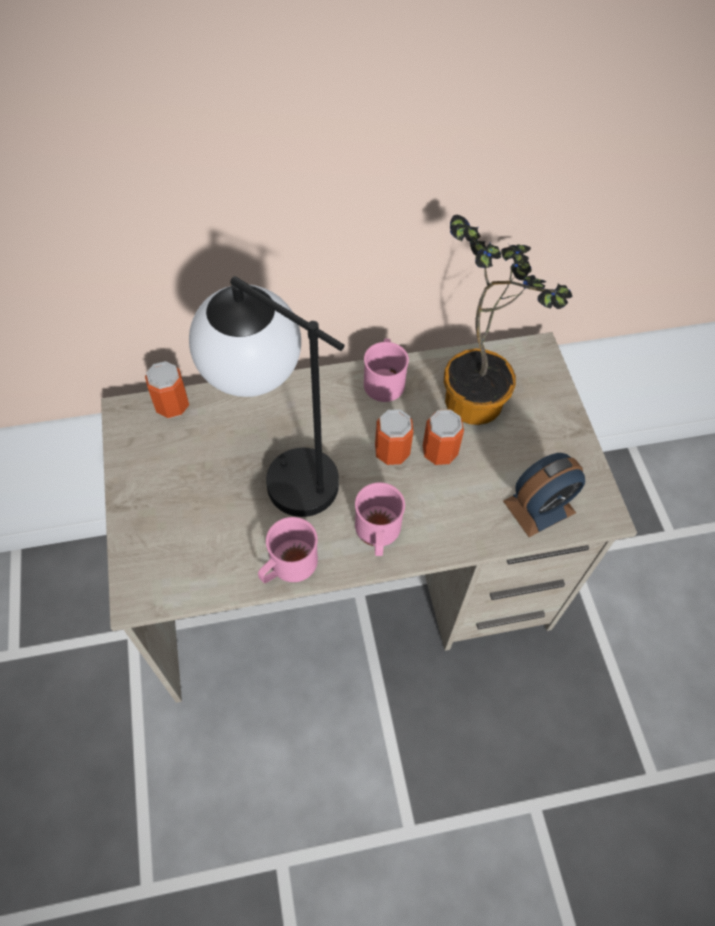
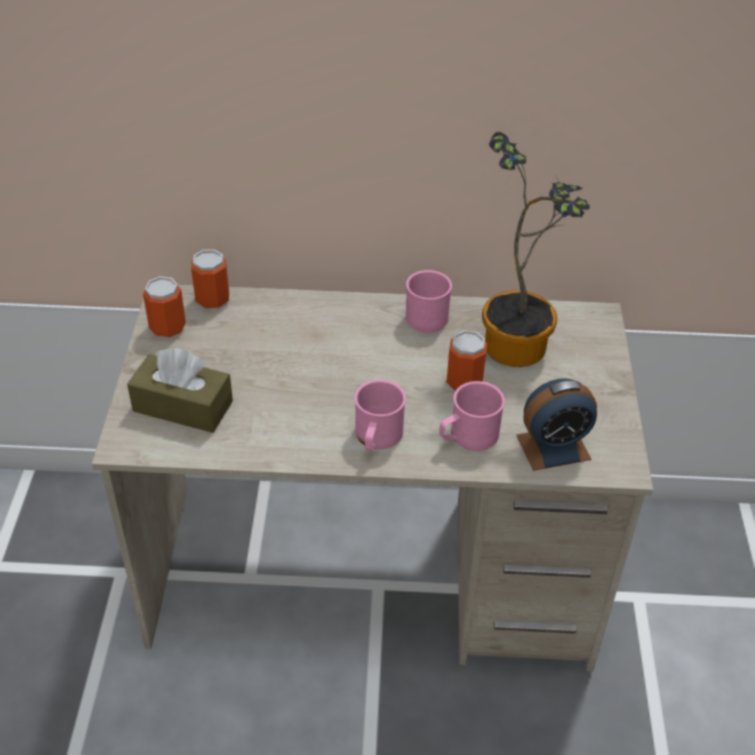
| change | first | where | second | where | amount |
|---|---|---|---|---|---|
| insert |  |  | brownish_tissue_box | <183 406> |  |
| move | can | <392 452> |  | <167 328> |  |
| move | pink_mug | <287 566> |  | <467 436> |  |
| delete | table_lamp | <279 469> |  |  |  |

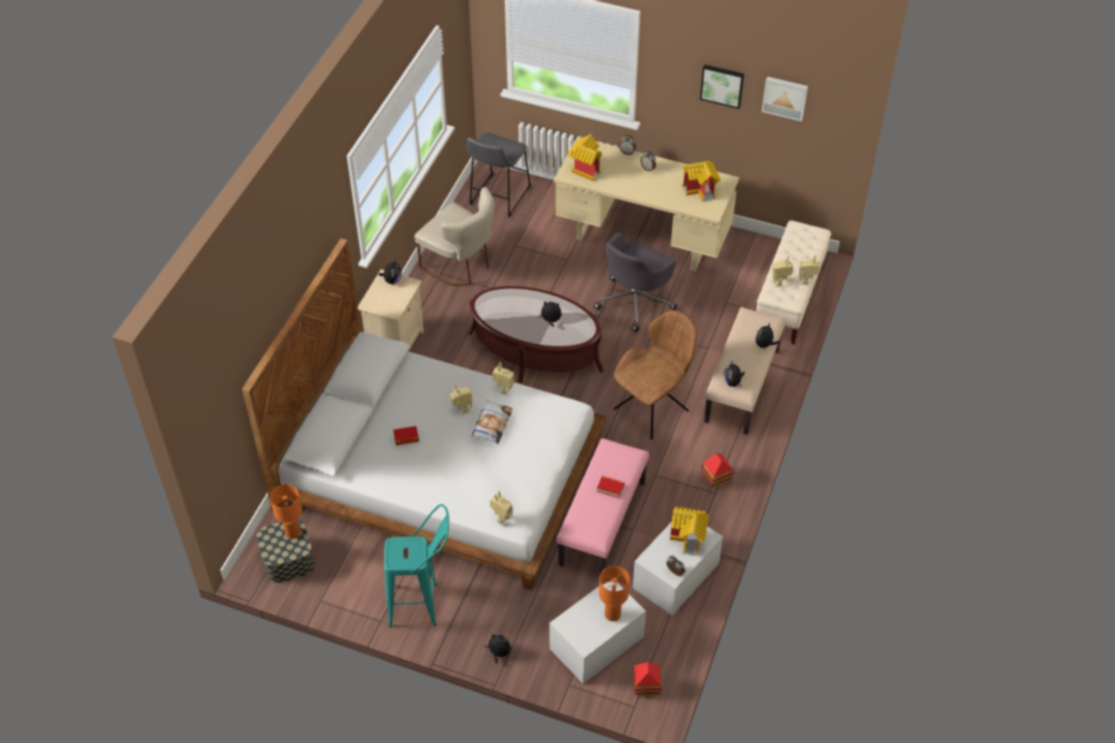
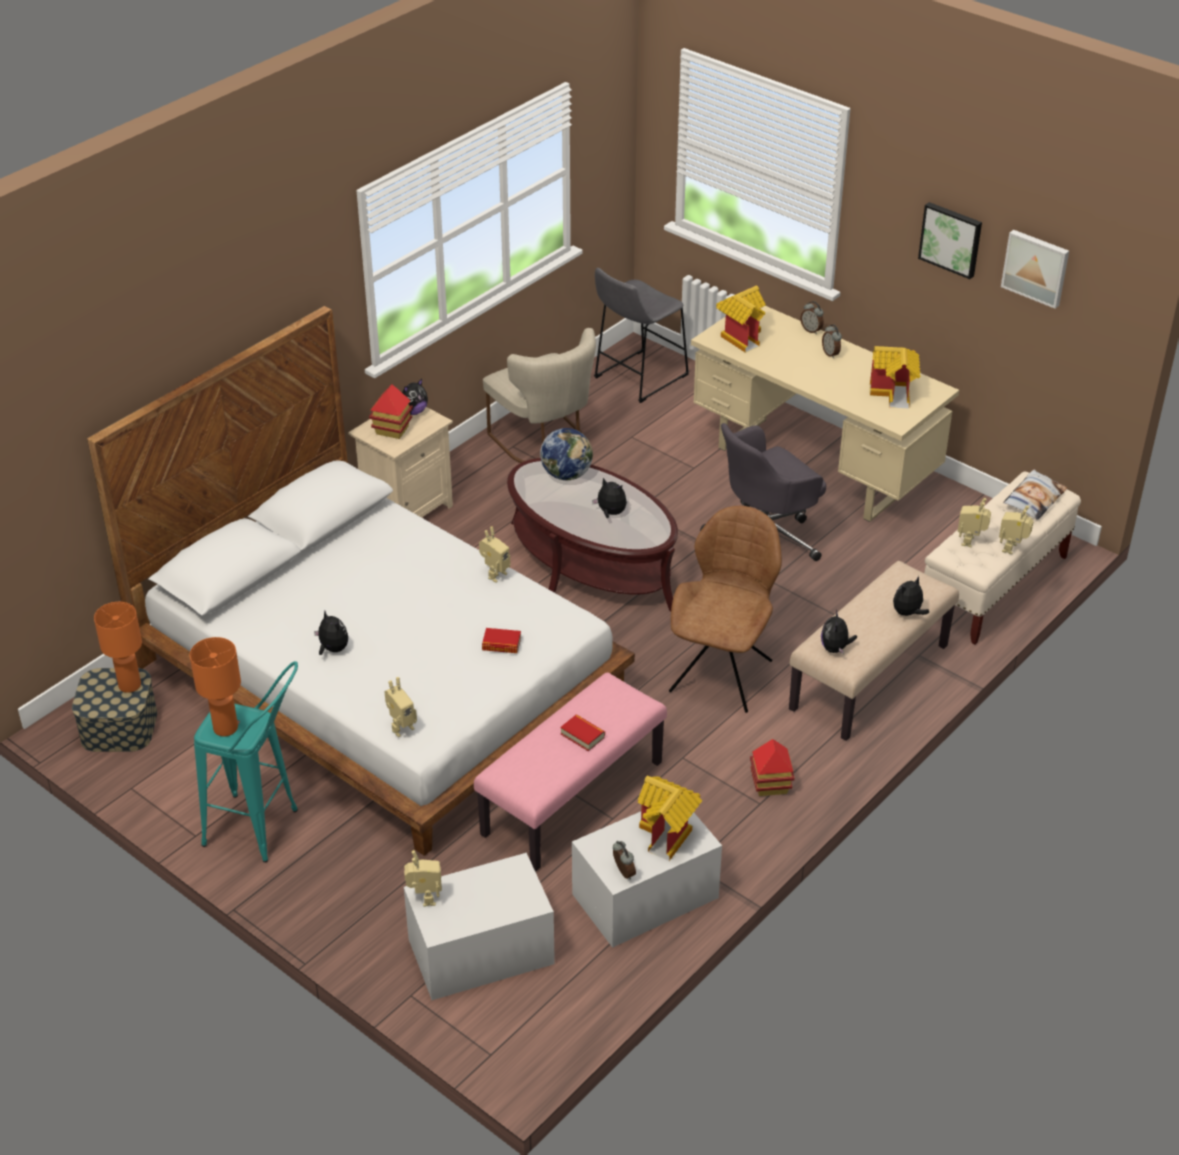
| change | first | where | second | where | amount |
|---|---|---|---|---|---|
| move | orangey_table_lamp | <612 614> |  | <225 728> |  |
| move | soft_toy | <498 653> |  | <332 649> |  |
| move | miniature_house | <646 687> |  | <392 430> |  |
| move | model_robot | <462 409> |  | <424 898> |  |
| move | book | <406 438> |  | <501 644> |  |
| insert |  |  | desk_globe | <567 474> |  |
| rotate | brownish_plain_chair | <653 408> |  | <722 673> | 45 degrees counterclockwise |
| move | cushion | <491 424> |  | <1034 499> |  |

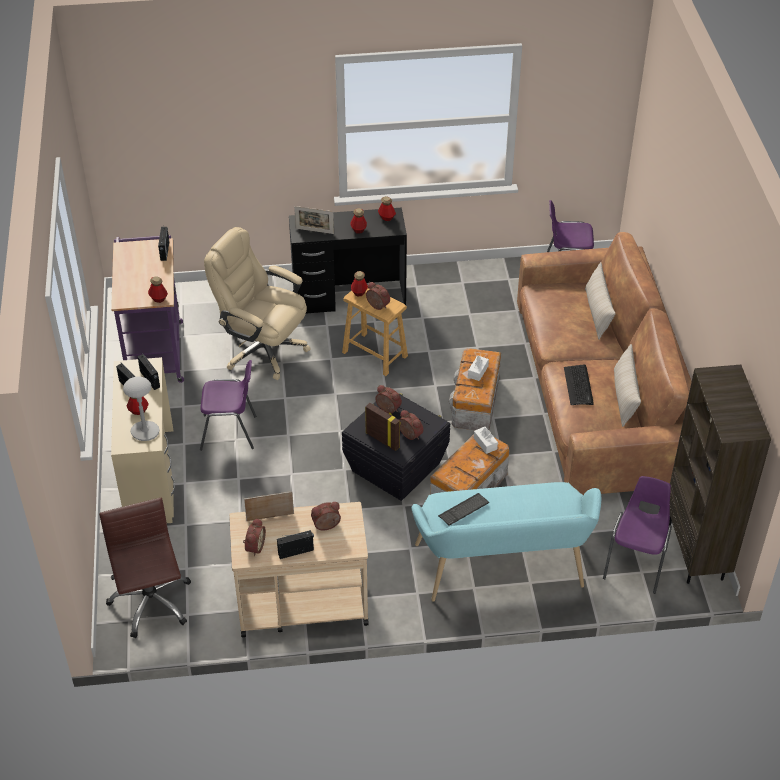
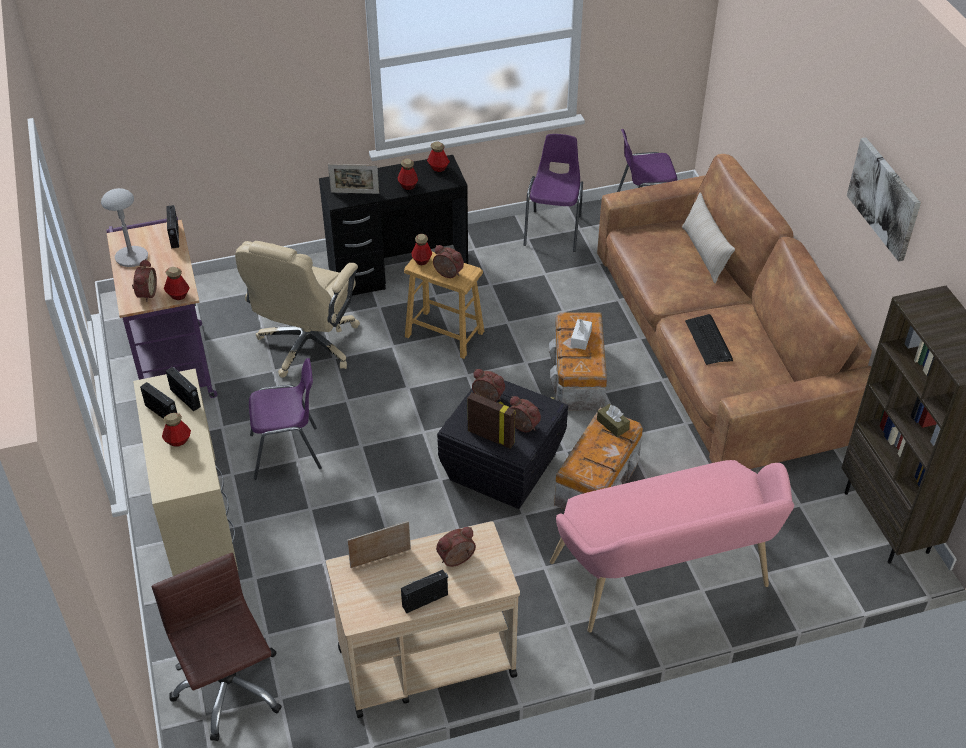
| change | first | where | second | where | amount |
|---|---|---|---|---|---|
| move | greyish_table_lamp | <145 432> |  | <131 258> |  |
| move | bedside_clock | <254 547> |  | <145 293> |  |
| rotate | beige_computer_chair | <263 349> |  | <307 345> | 90 degrees counterclockwise |
| move | purplish_plain_chair | <636 563> |  | <554 229> |  |
| recolor | turquoise-coloured_bench | <502 571> | pink_bench | <665 581> |  |
| recolor | white-coloured_tissue_box | <485 443> | brownish_tissue_box | <612 424> |  |
| insert |  |  | picture | <884 198> |  |
| delete | keyboard | <463 510> |  |  |  |
| delete | beige_cushion | <624 398> |  |  |  |

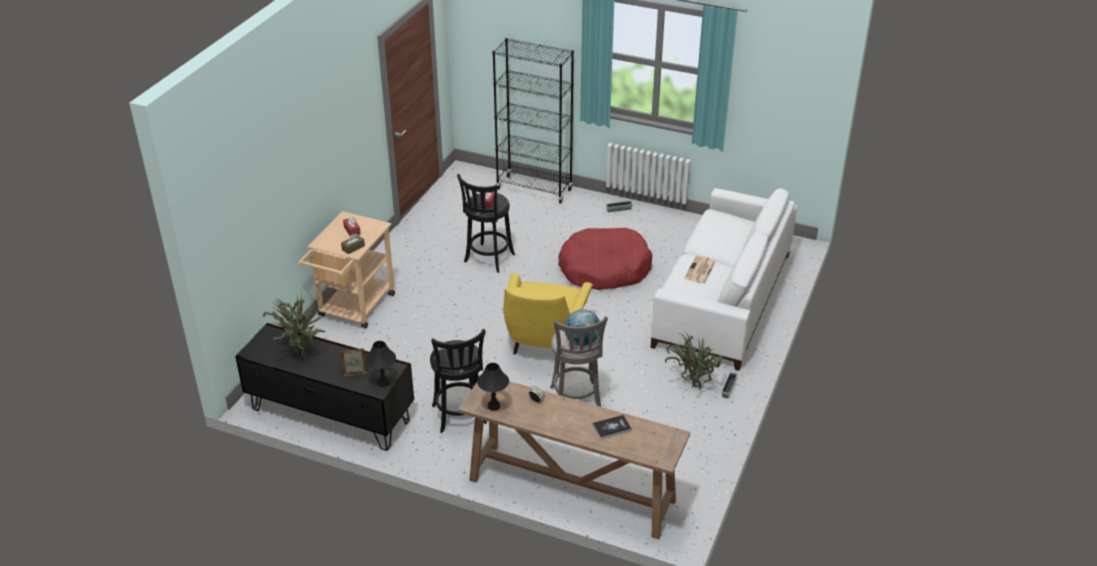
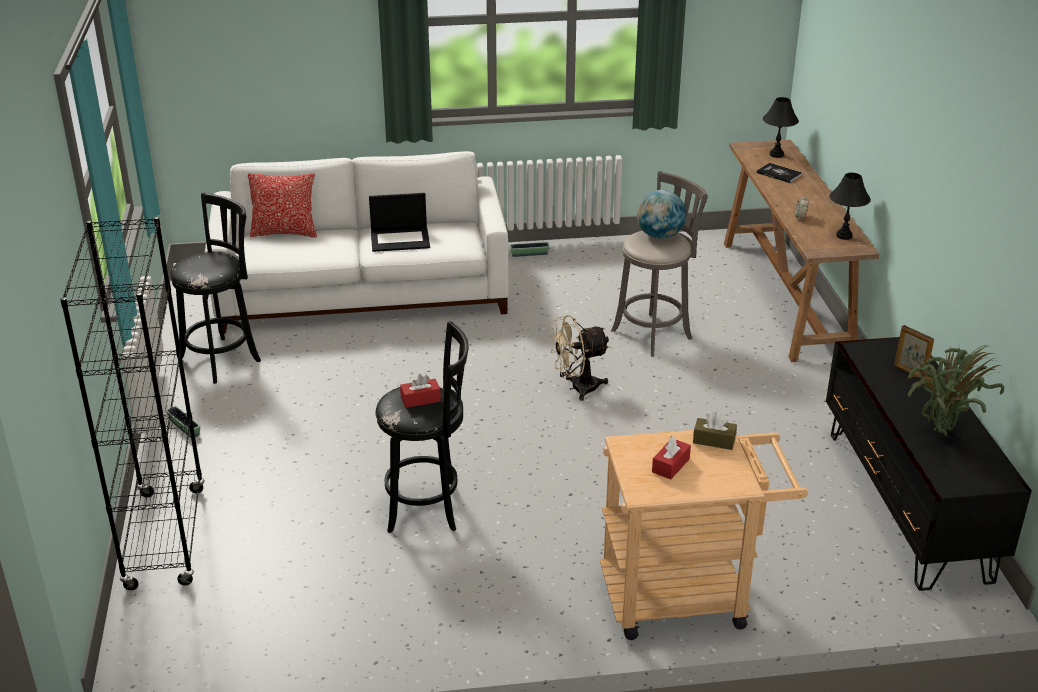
| change | first | where | second | where | amount |
|---|---|---|---|---|---|
| move | black_stool | <460 416> |  | <223 358> |  |
| insert |  |  | cushion | <285 233> |  |
| replace | daily_paper | <700 270> | laptop | <400 240> |  |
| replace | yellowish_armchair | <543 343> | beige_cooling_fan | <577 388> |  |
| move | black_table_lamp | <383 382> |  | <776 154> |  |
| delete | red_pet_bed | <604 269> |  |  |  |
| delete | potted_plant | <693 384> |  |  |  |

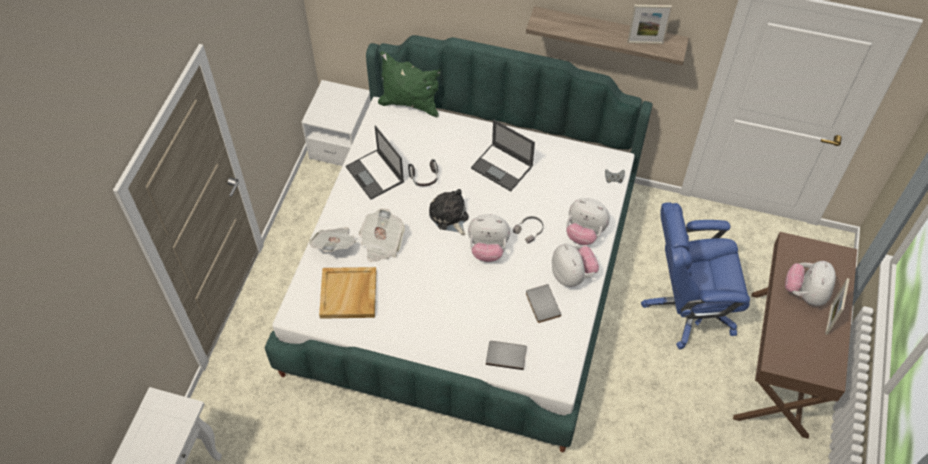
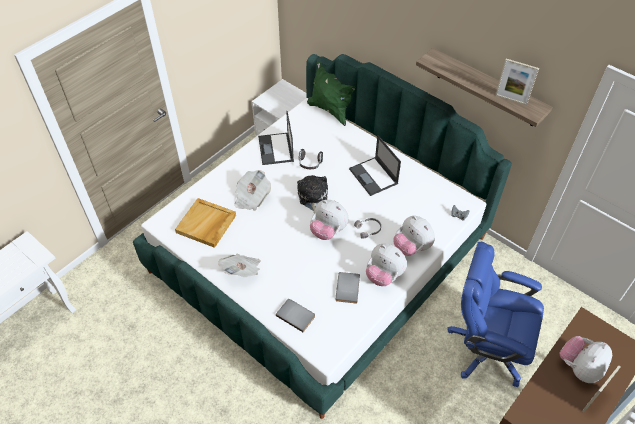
| change | first | where | second | where | amount |
|---|---|---|---|---|---|
| move | daily_paper | <335 245> |  | <242 271> |  |
| rotate | soft_toy | <572 275> |  | <384 275> | 120 degrees clockwise |

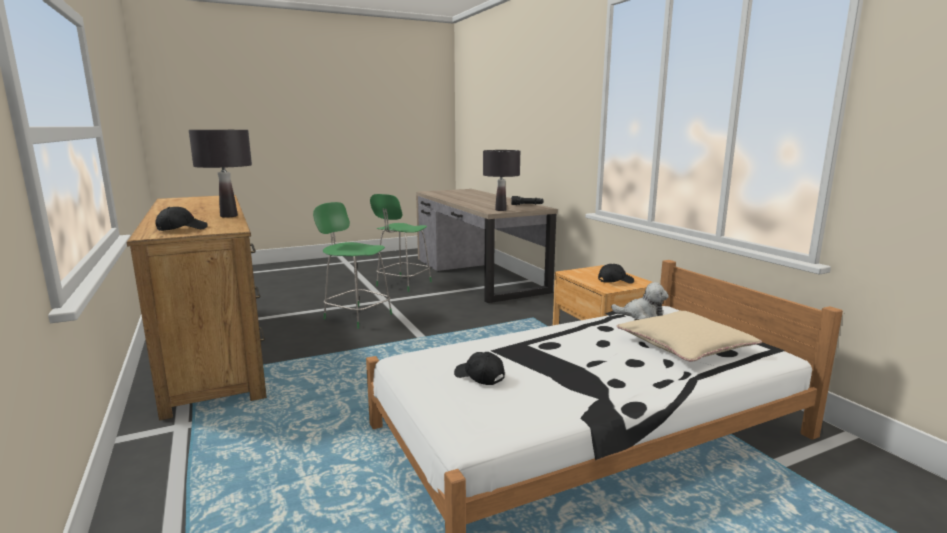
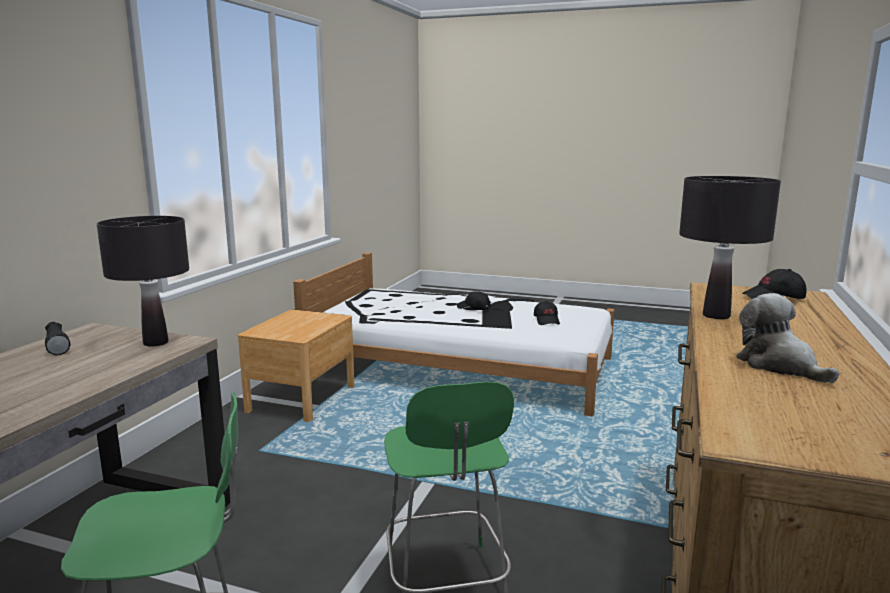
| change | first | where | second | where | amount |
|---|---|---|---|---|---|
| move | black_peaked_cap | <615 281> |  | <473 308> |  |
| move | soft_toy | <642 315> |  | <779 366> |  |
| delete | beige_cushion | <685 345> |  |  |  |

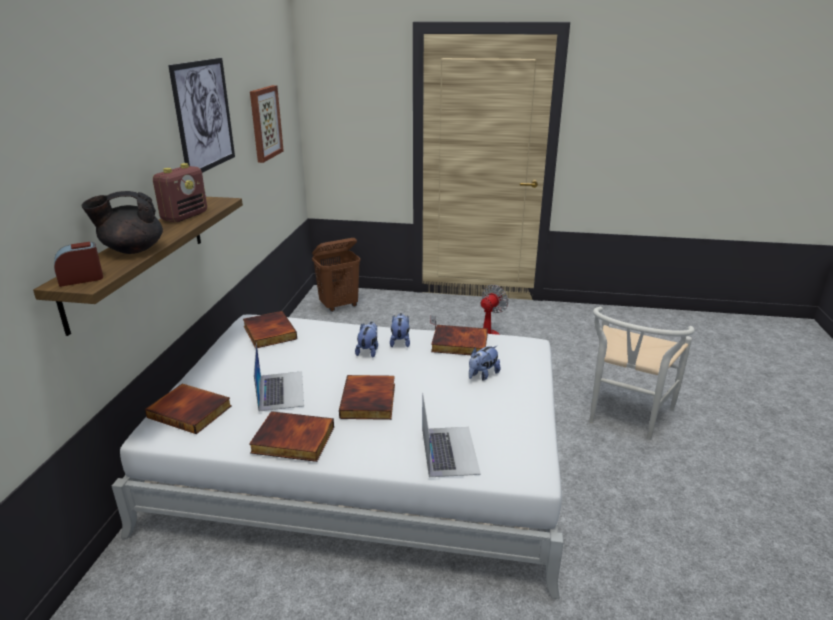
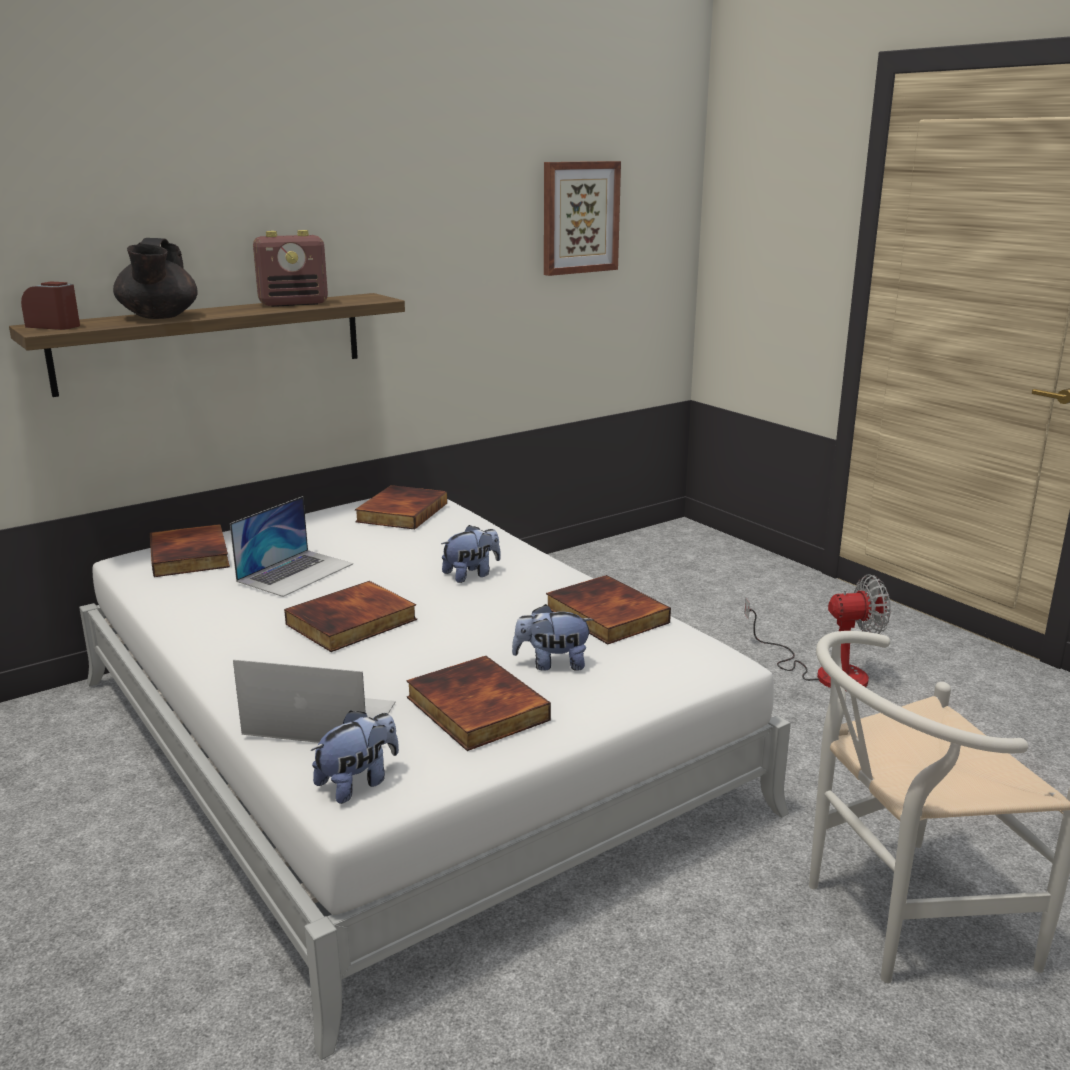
| change | first | where | second | where | amount |
|---|---|---|---|---|---|
| rotate | black_tea_pot | <132 250> |  | <159 317> | 120 degrees counterclockwise |
| rotate | laptop | <449 450> |  | <319 718> | 120 degrees counterclockwise |
| move | soft_toy | <400 341> |  | <358 783> |  |
| move | book | <292 440> |  | <474 709> |  |
| delete | picture | <204 116> |  |  |  |
| delete | brownish_hamper | <339 306> |  |  |  |

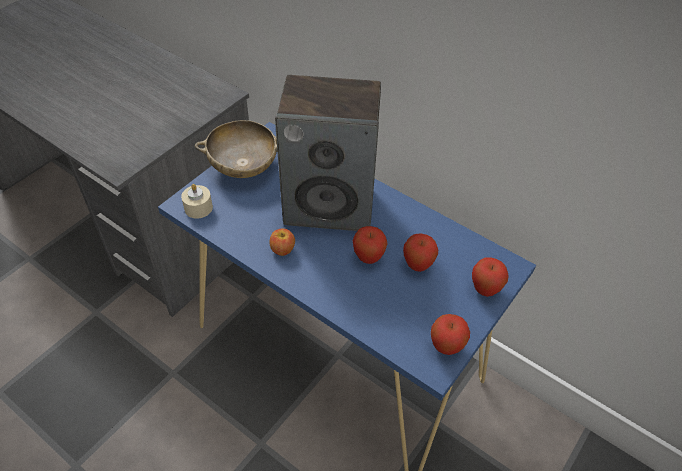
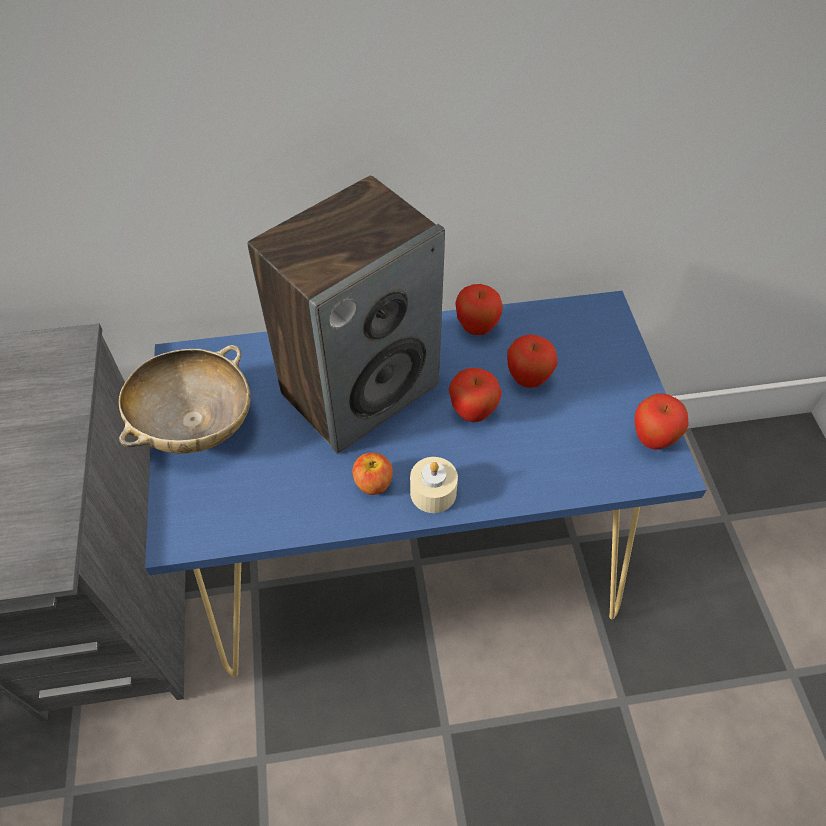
| change | first | where | second | where | amount |
|---|---|---|---|---|---|
| move | beige_wax_candle | <198 208> |  | <433 492> |  |
| move | apple | <485 289> |  | <476 328> |  |

